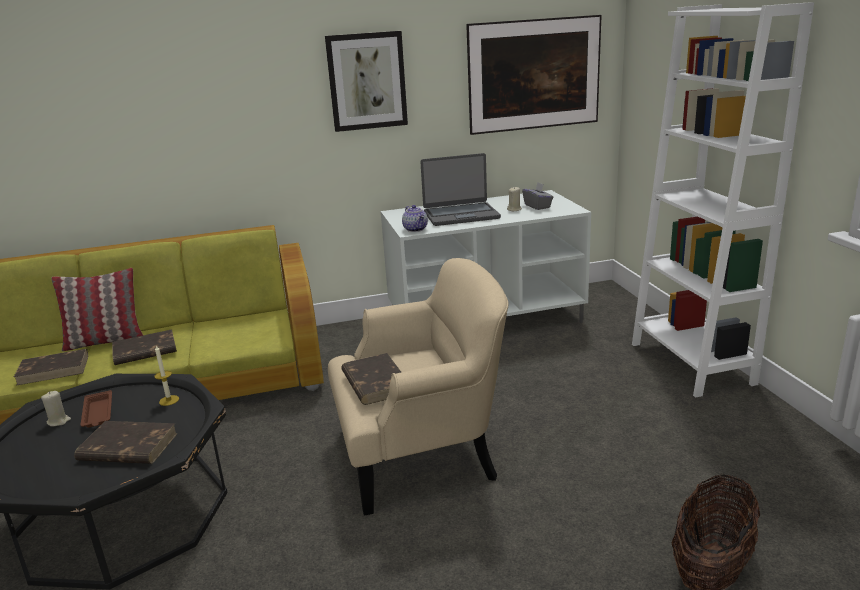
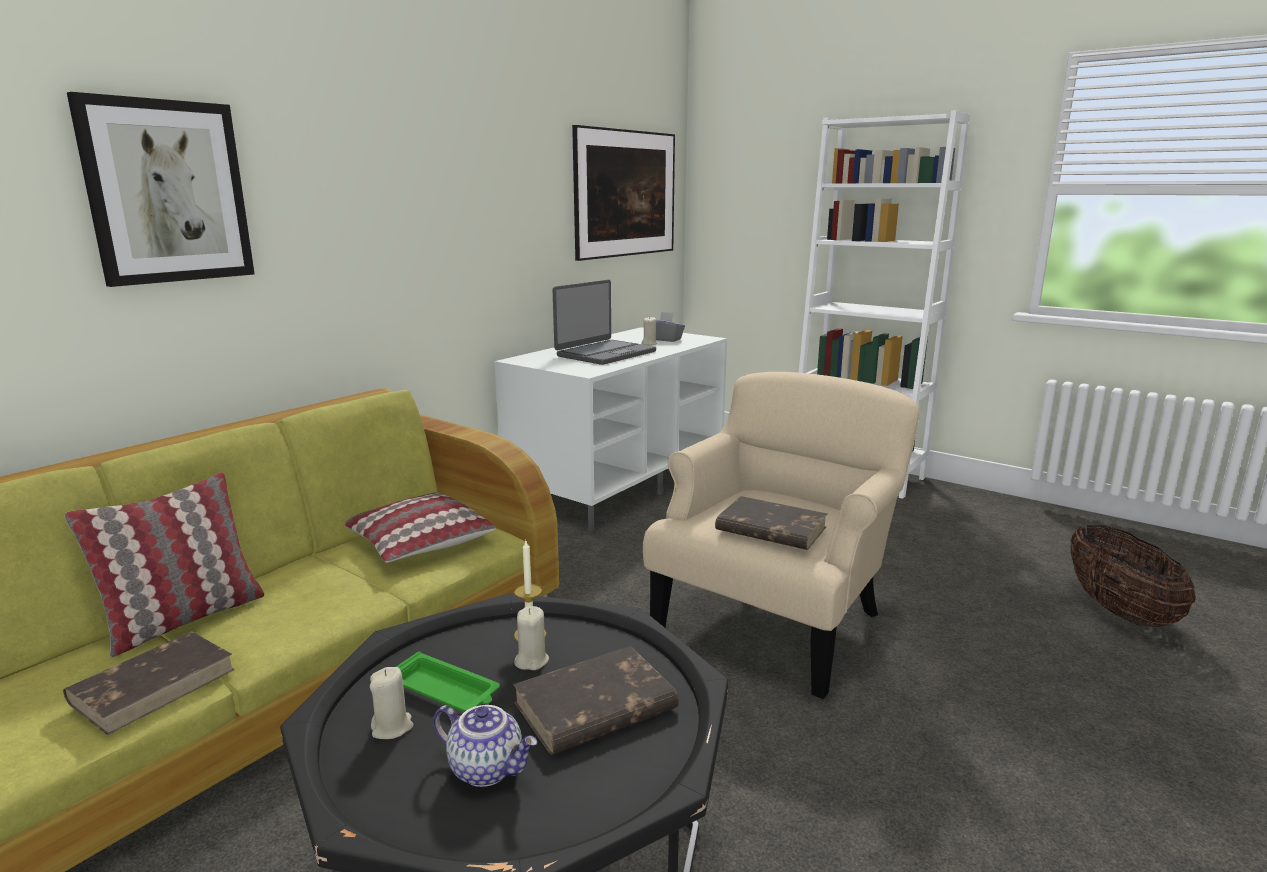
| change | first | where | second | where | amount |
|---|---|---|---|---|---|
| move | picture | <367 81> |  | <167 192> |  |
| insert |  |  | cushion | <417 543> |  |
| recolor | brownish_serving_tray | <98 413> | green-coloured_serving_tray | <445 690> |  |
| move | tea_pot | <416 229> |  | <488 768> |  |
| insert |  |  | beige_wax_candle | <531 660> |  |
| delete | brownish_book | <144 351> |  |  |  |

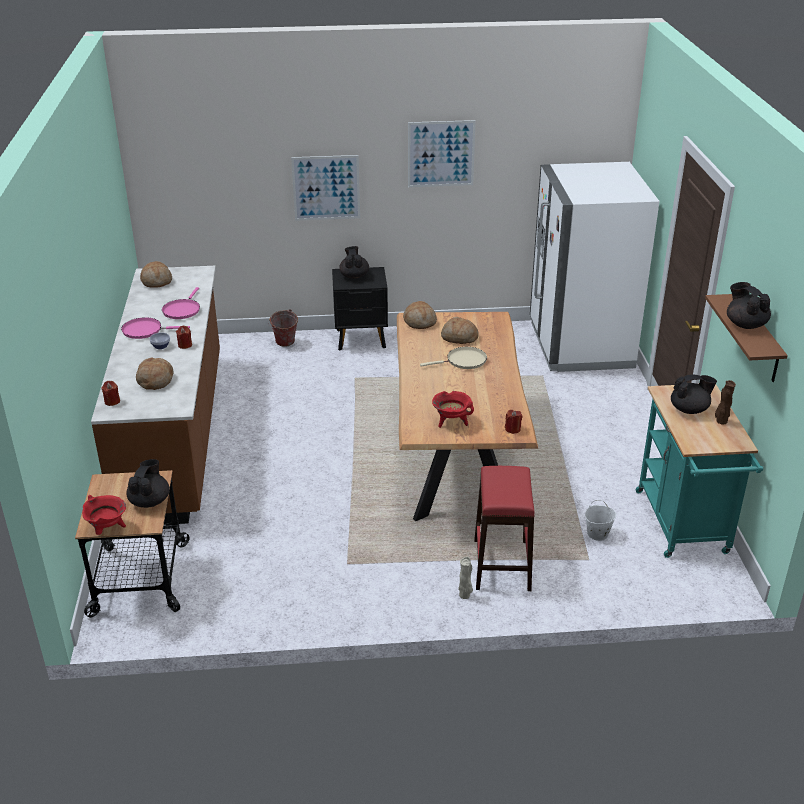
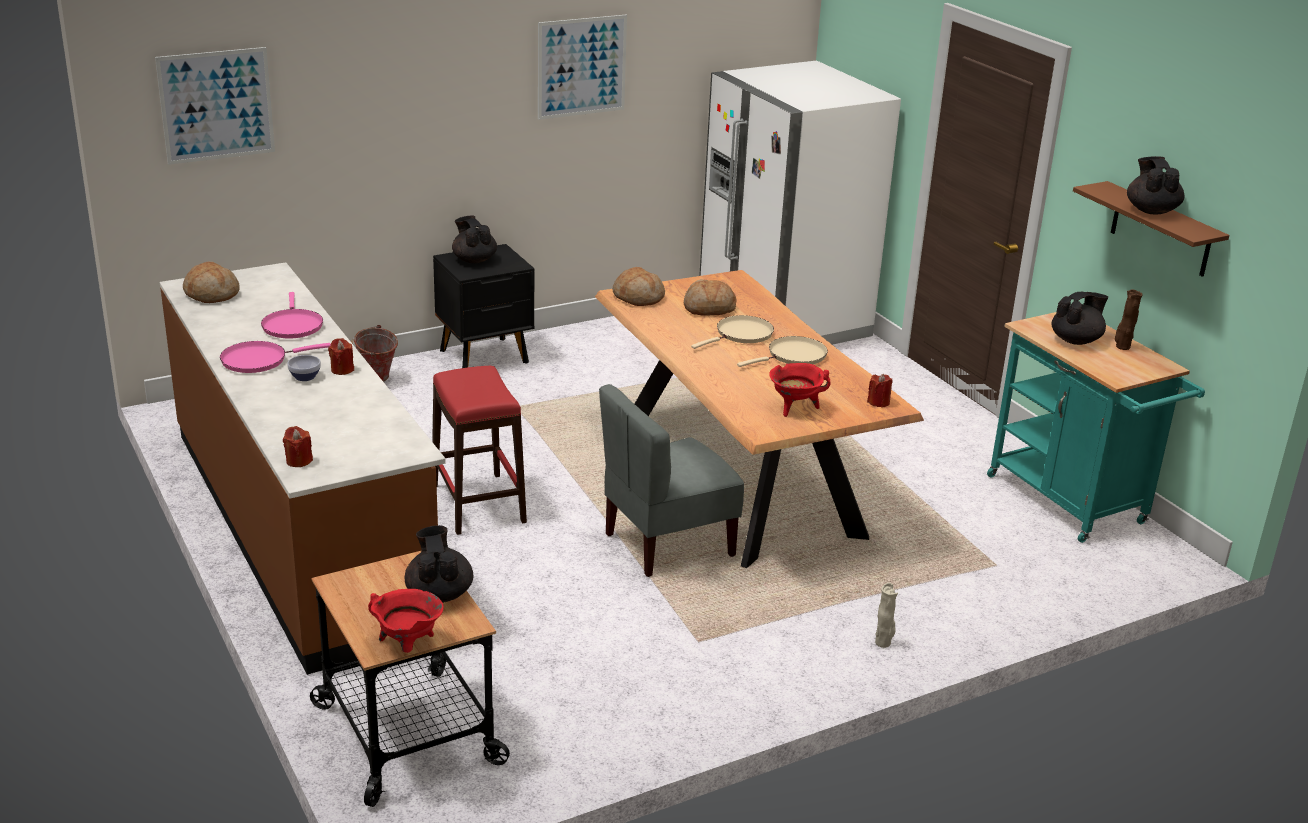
| change | first | where | second | where | amount |
|---|---|---|---|---|---|
| move | picture | <326 188> |  | <216 105> |  |
| move | red_stool | <501 565> |  | <477 504> |  |
| insert |  |  | greyish_plain_chair | <667 544> |  |
| insert |  |  | beige_pan | <793 356> |  |
| rotate | black_tea_pot | <745 324> |  | <1151 210> | 45 degrees clockwise |
| delete | baked_bread | <155 380> |  |  |  |
| delete | white-coloured_pail | <597 534> |  |  |  |

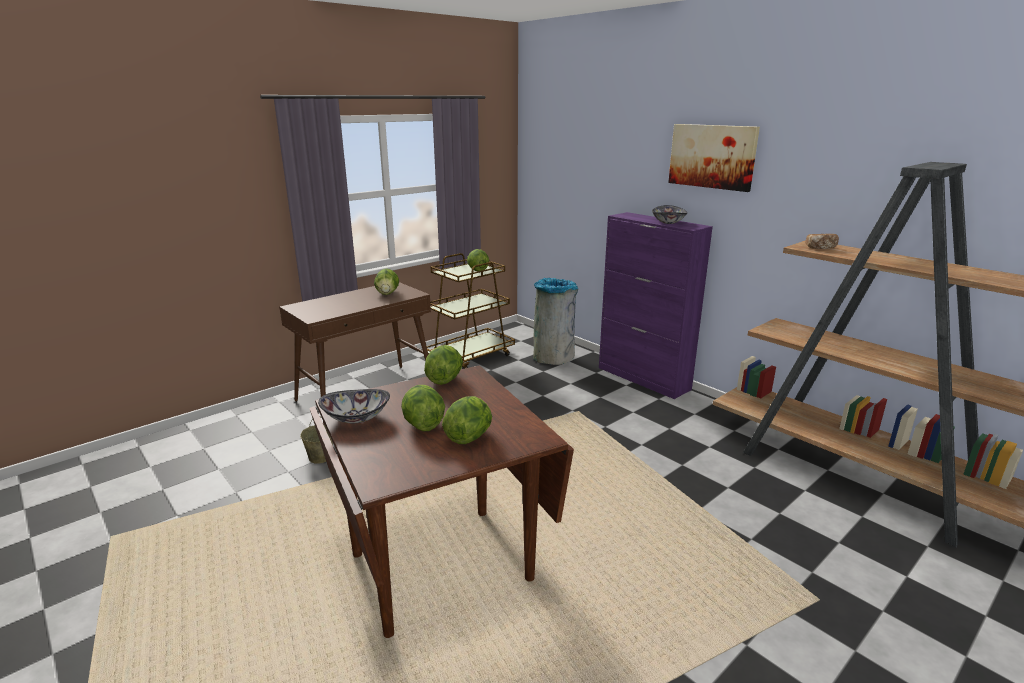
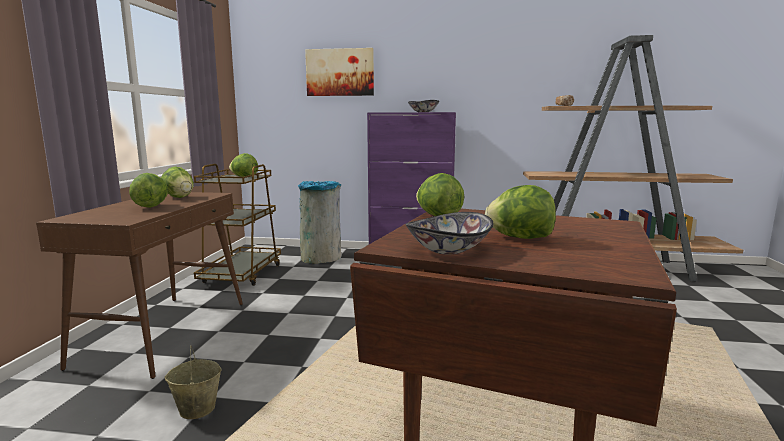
| change | first | where | second | where | amount |
|---|---|---|---|---|---|
| move | head_of_lettuce | <469 437> |  | <151 207> |  |
| move | picture | <712 156> |  | <340 72> |  |

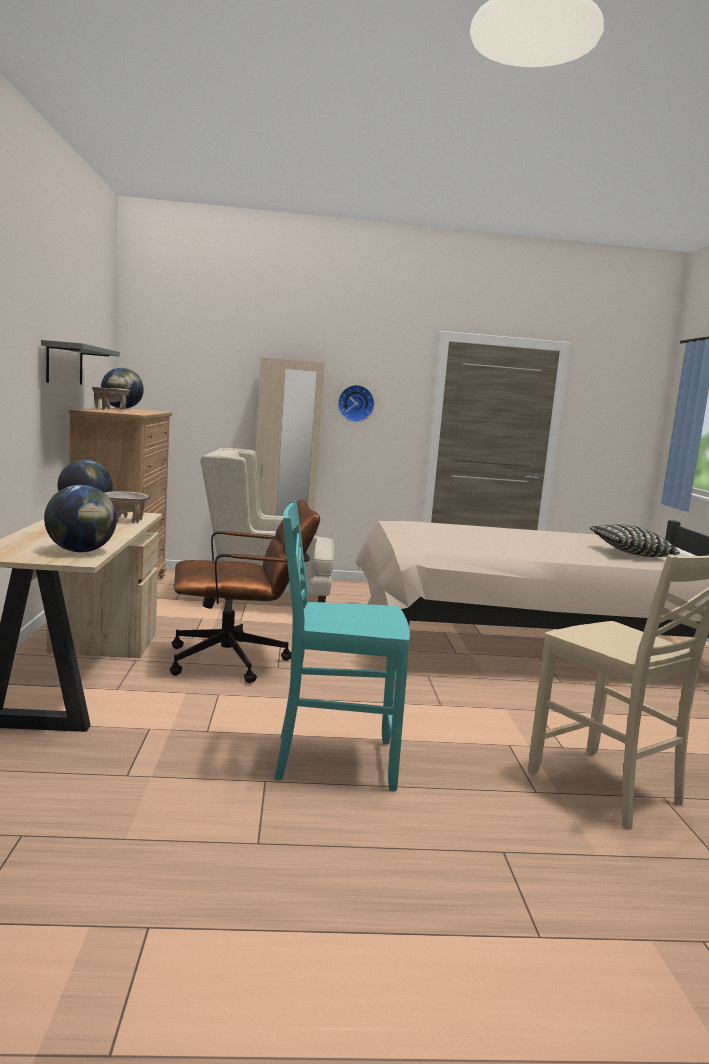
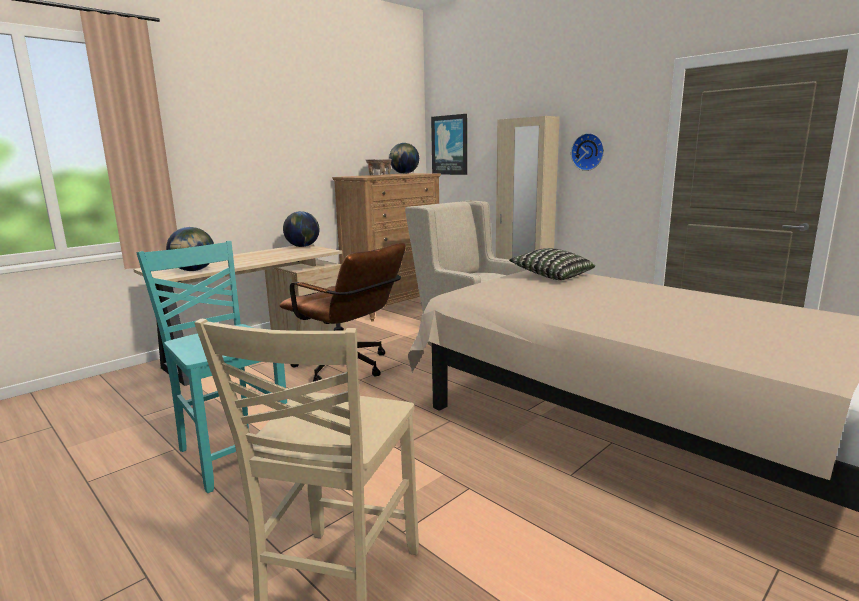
| change | first | where | second | where | amount |
|---|---|---|---|---|---|
| insert |  |  | picture | <450 145> |  |
| move | cushion | <630 554> |  | <552 276> |  |
| delete | greyish_shelf | <64 364> |  |  |  |
| delete | beige_serving_bowl | <123 521> |  |  |  |

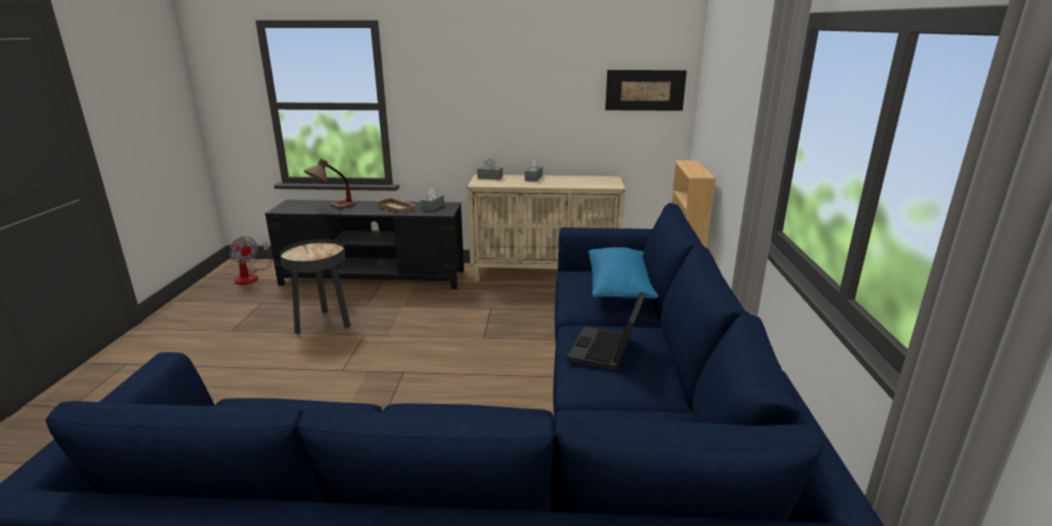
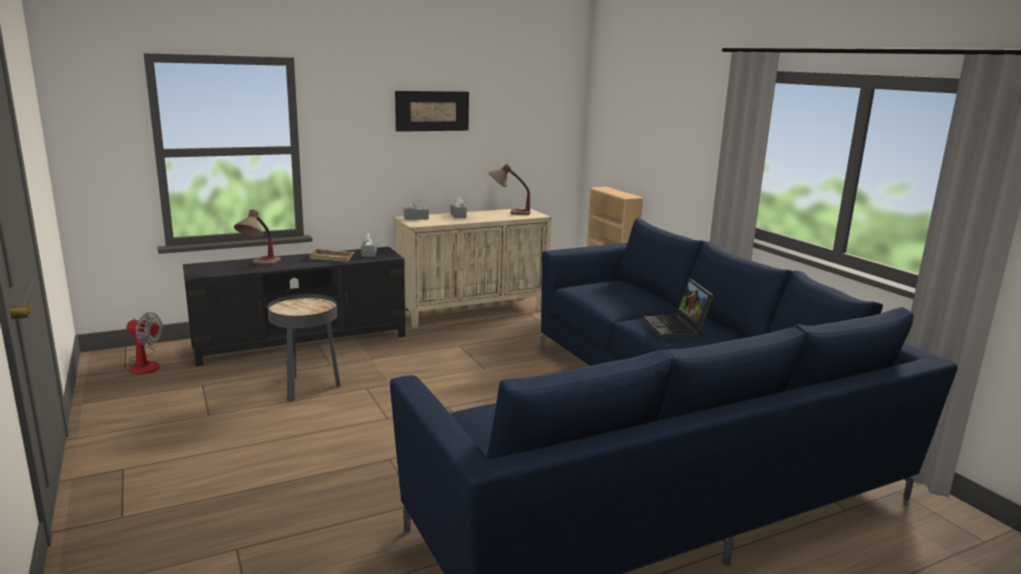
| change | first | where | second | where | amount |
|---|---|---|---|---|---|
| move | picture | <645 90> |  | <432 111> |  |
| insert |  |  | table_lamp | <509 212> |  |
| delete | blue_cushion | <619 287> |  |  |  |

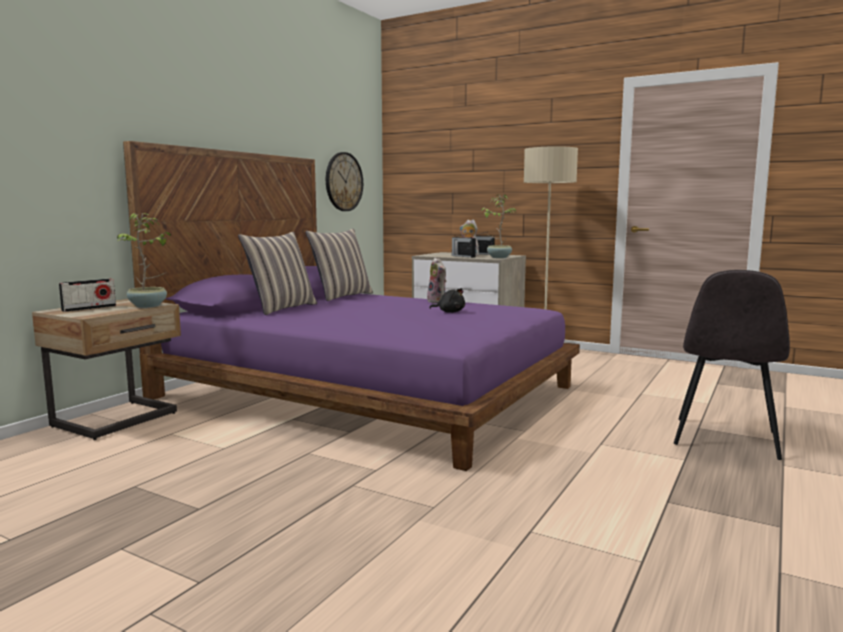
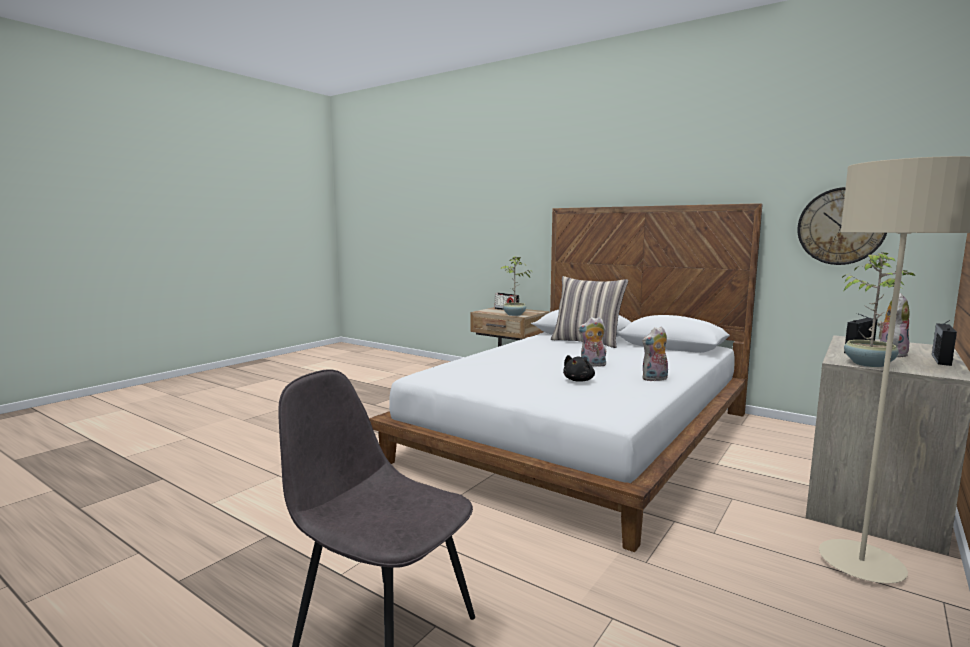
| change | first | where | second | where | amount |
|---|---|---|---|---|---|
| recolor | purplish_bedroom_bed | <368 392> | white-coloured_bedroom_bed | <581 436> |  |
| insert |  |  | soft_toy | <592 365> |  |
| delete | cushion | <341 296> |  |  |  |

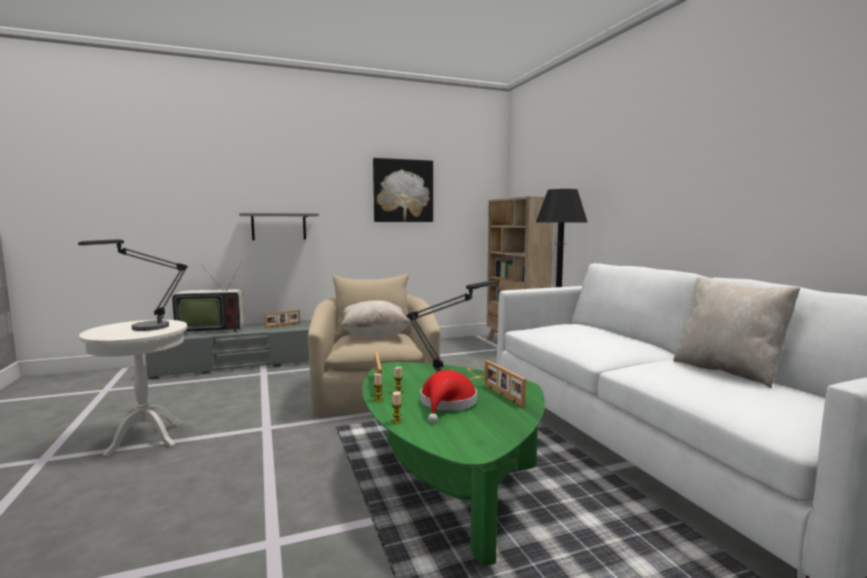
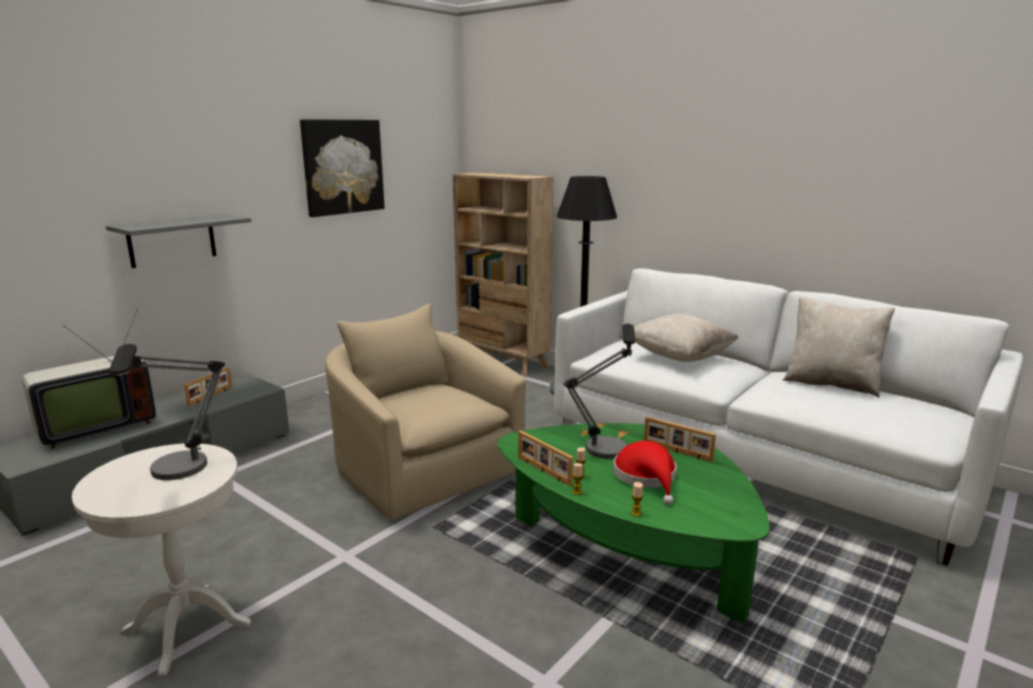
| change | first | where | second | where | amount |
|---|---|---|---|---|---|
| move | beige_cushion | <374 335> |  | <679 358> |  |

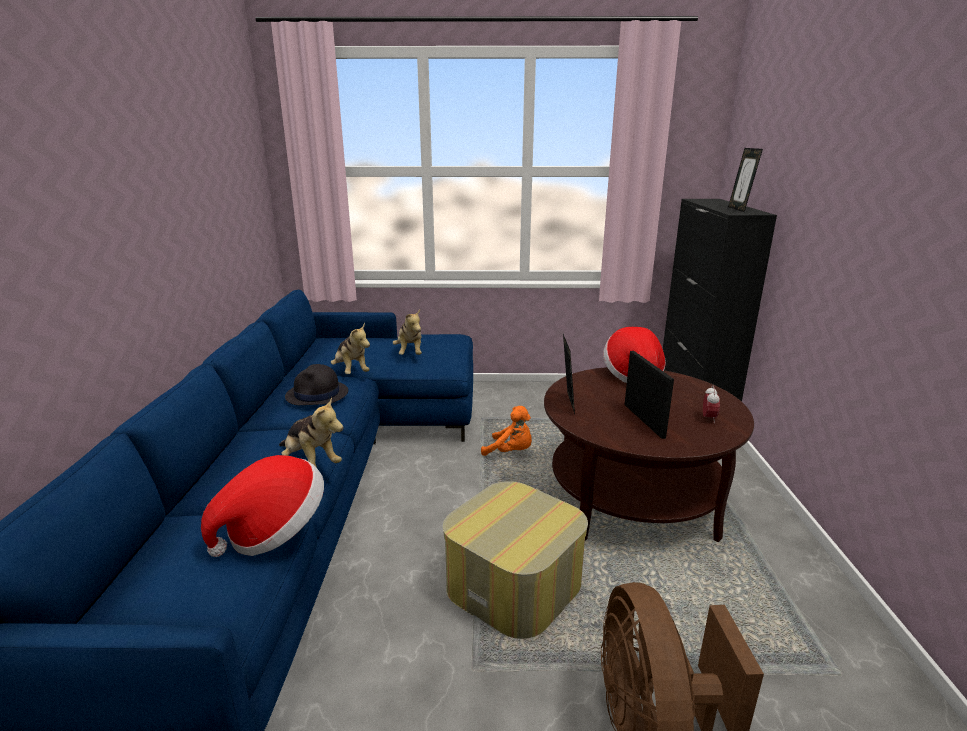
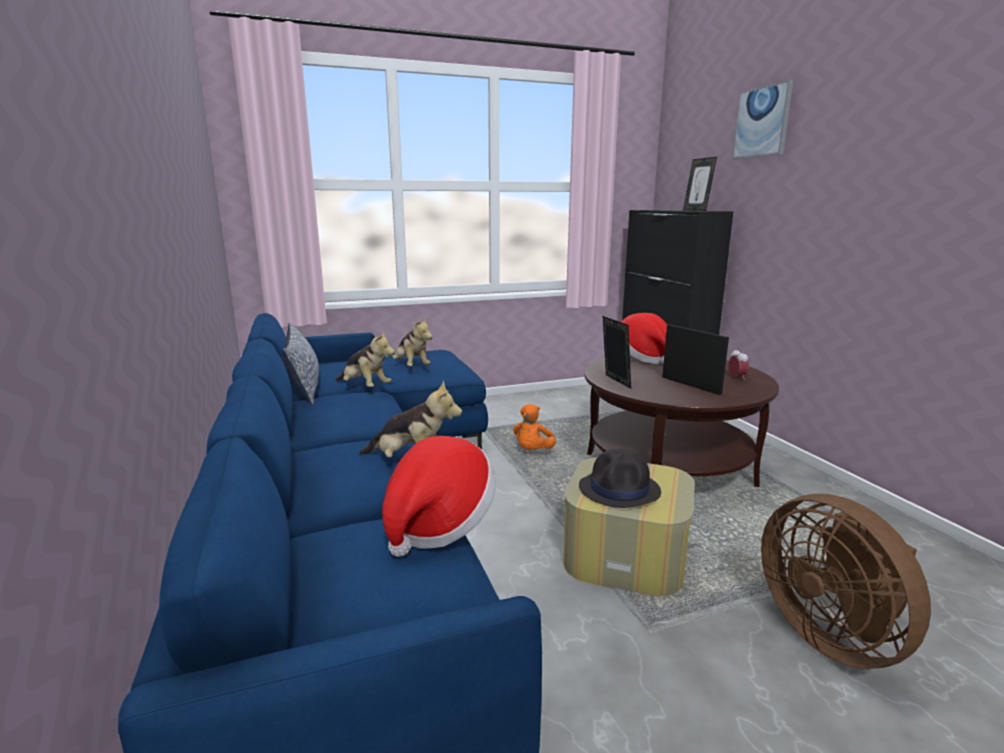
| change | first | where | second | where | amount |
|---|---|---|---|---|---|
| insert |  |  | cushion | <304 386> |  |
| rotate | orangey_soft_toy | <511 452> |  | <533 451> | 105 degrees clockwise |
| move | black_clothing_hat | <317 395> |  | <620 489> |  |
| insert |  |  | picture | <762 122> |  |

